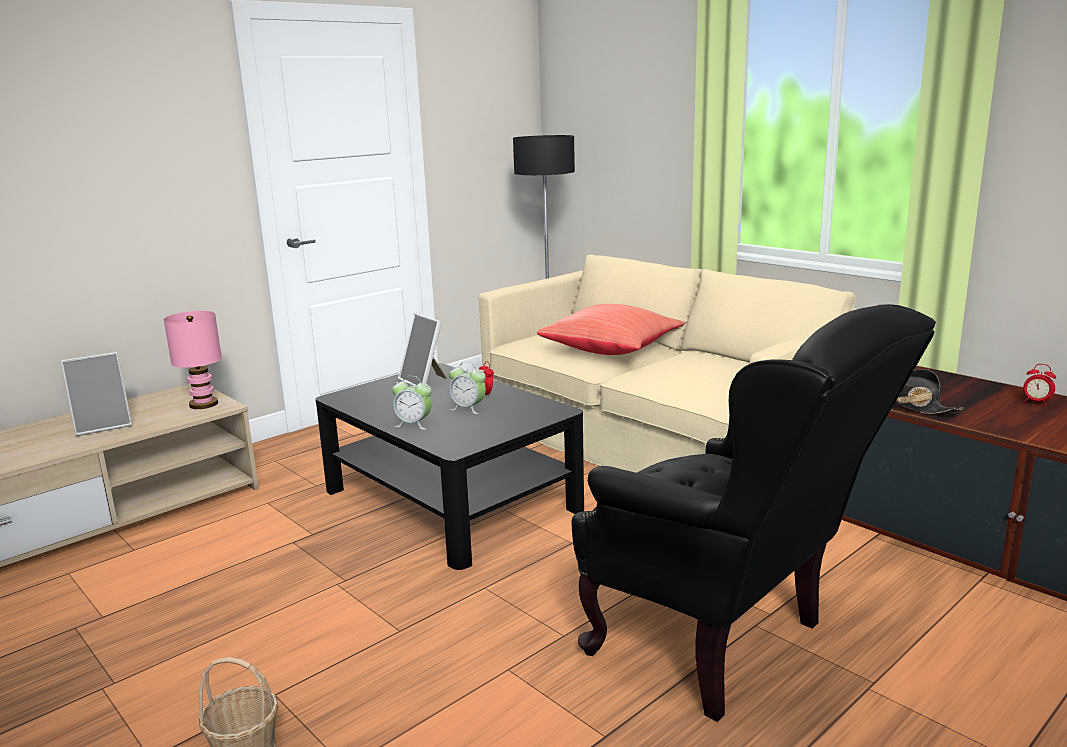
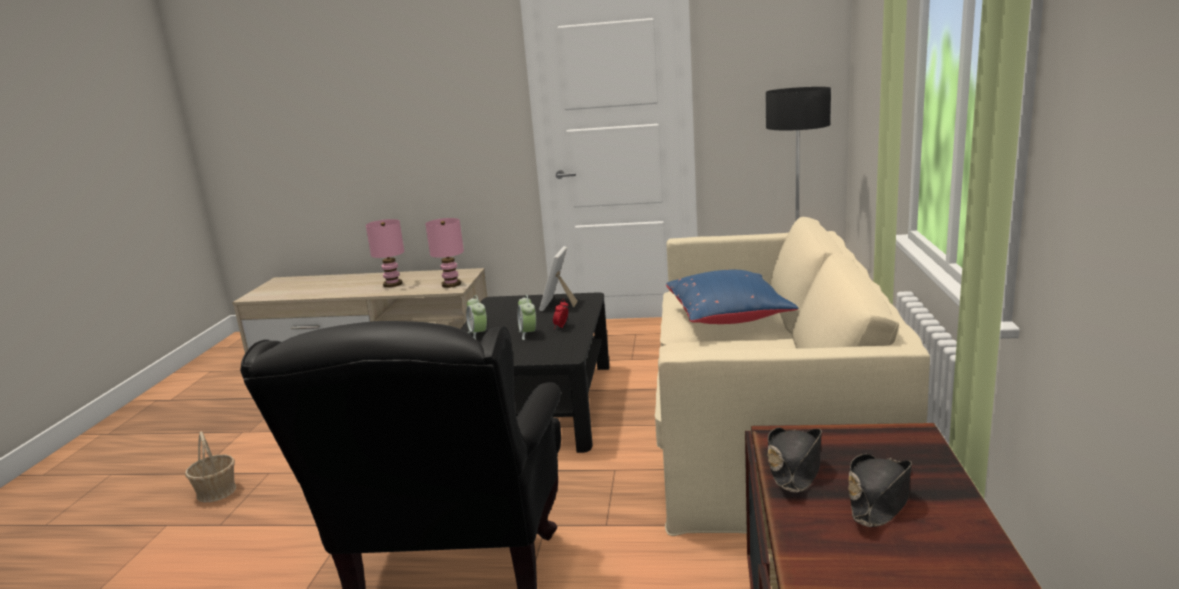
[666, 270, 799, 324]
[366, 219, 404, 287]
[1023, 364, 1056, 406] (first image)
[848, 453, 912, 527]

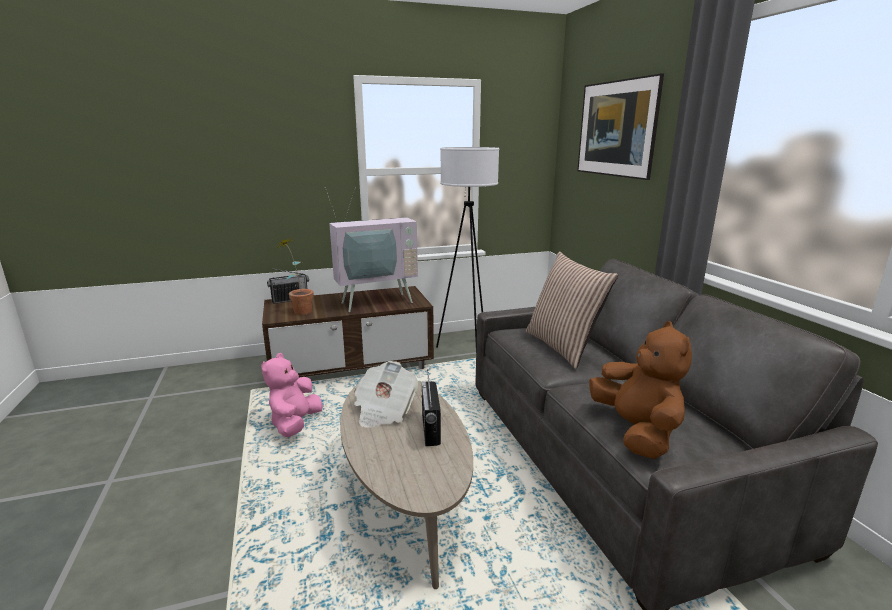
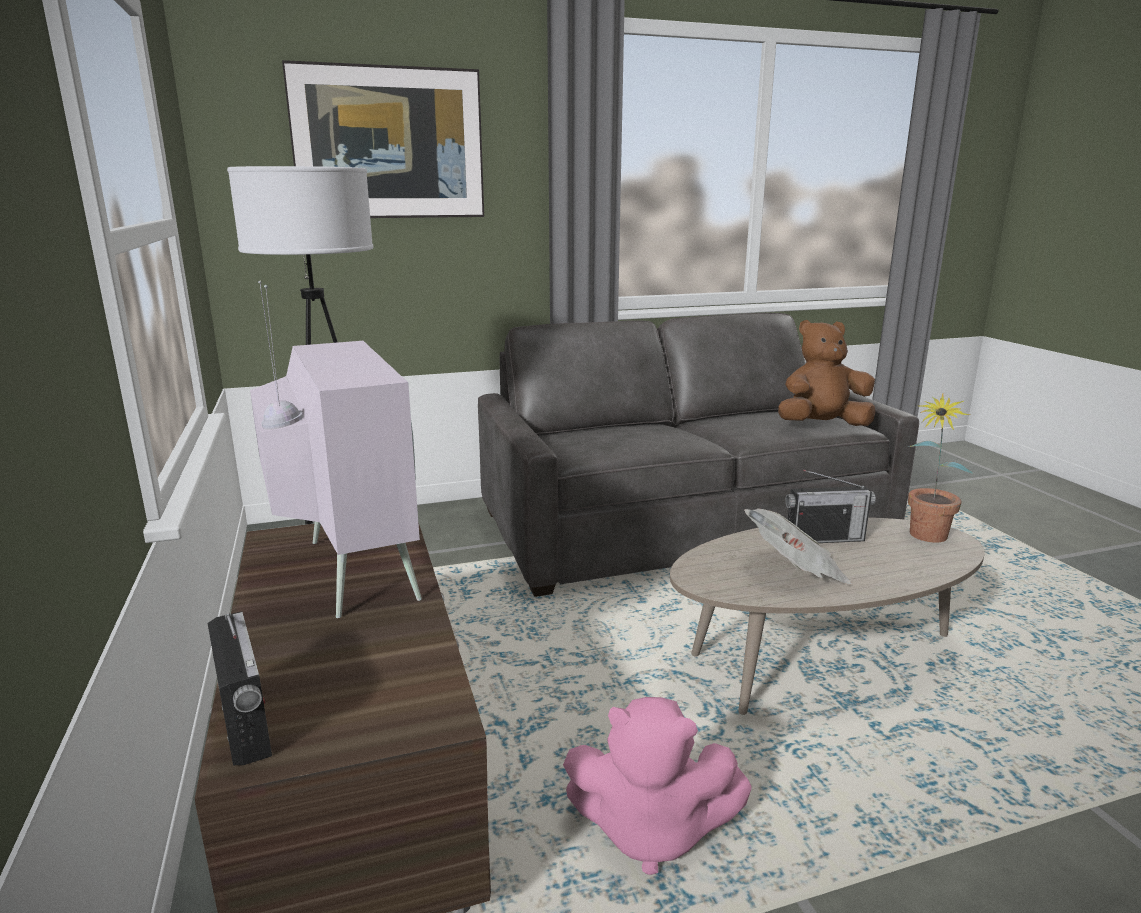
[907, 393, 973, 543]
[526, 251, 618, 369] (first image)

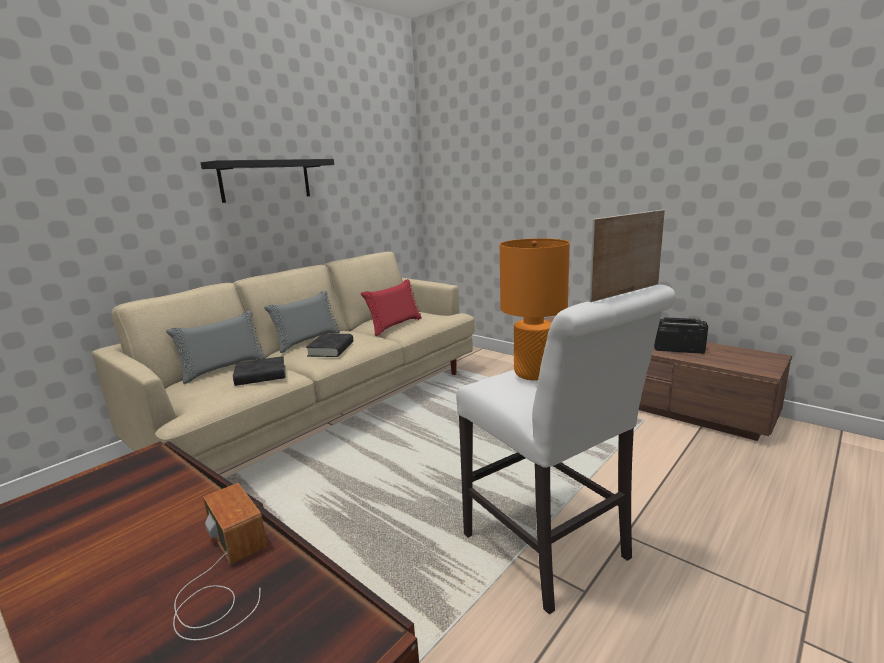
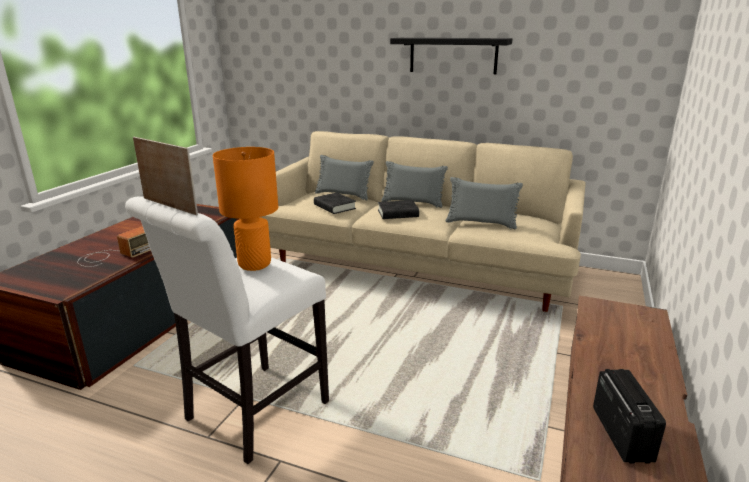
[446, 177, 523, 229]

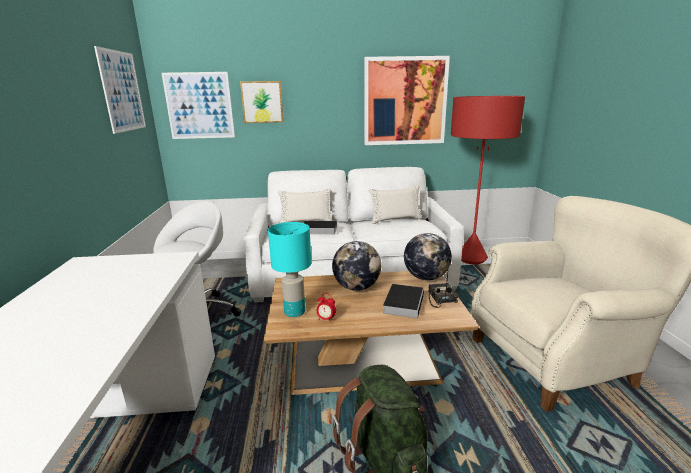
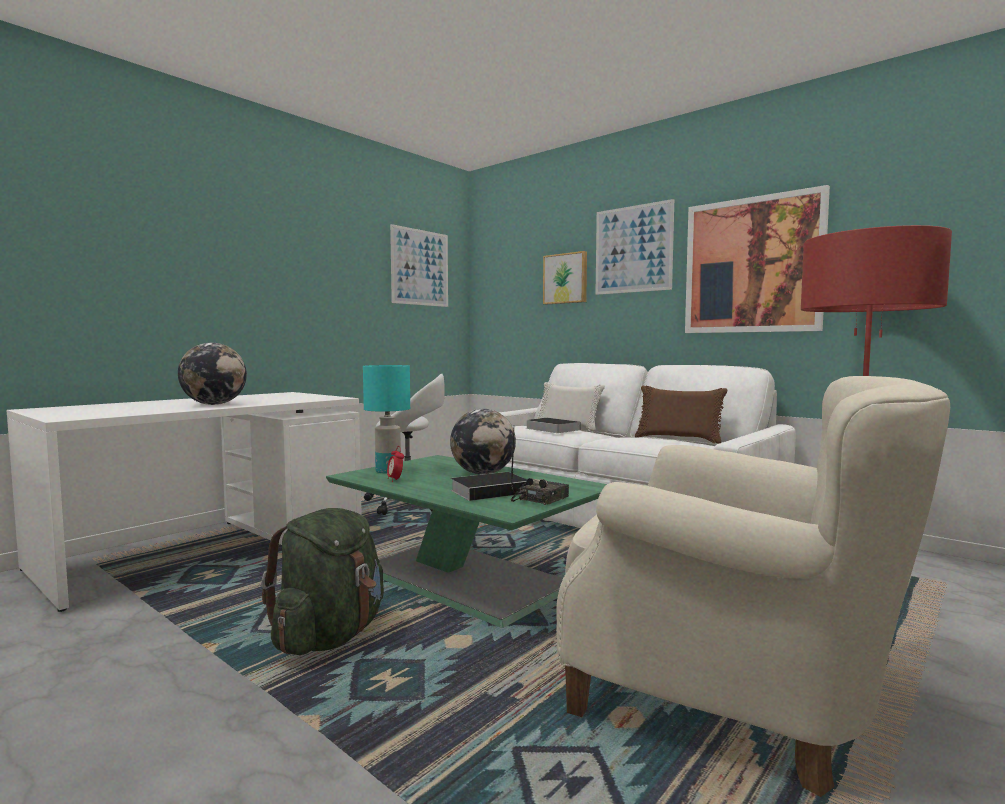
[595, 199, 674, 295]
[635, 386, 727, 444]
[178, 343, 247, 405]
[326, 455, 607, 628]

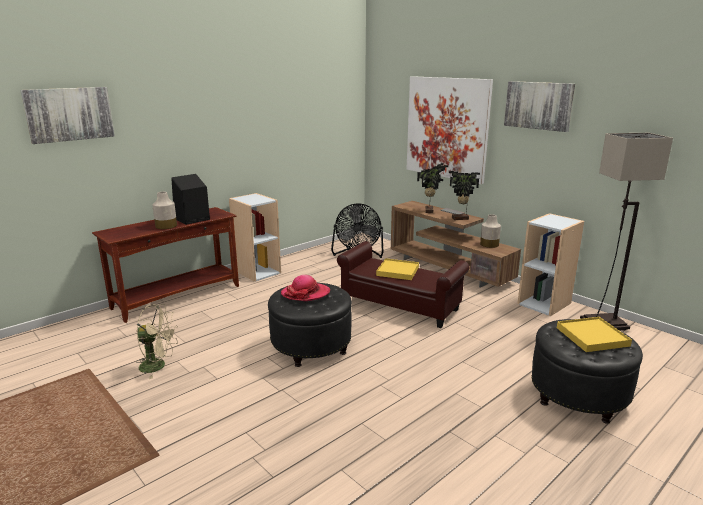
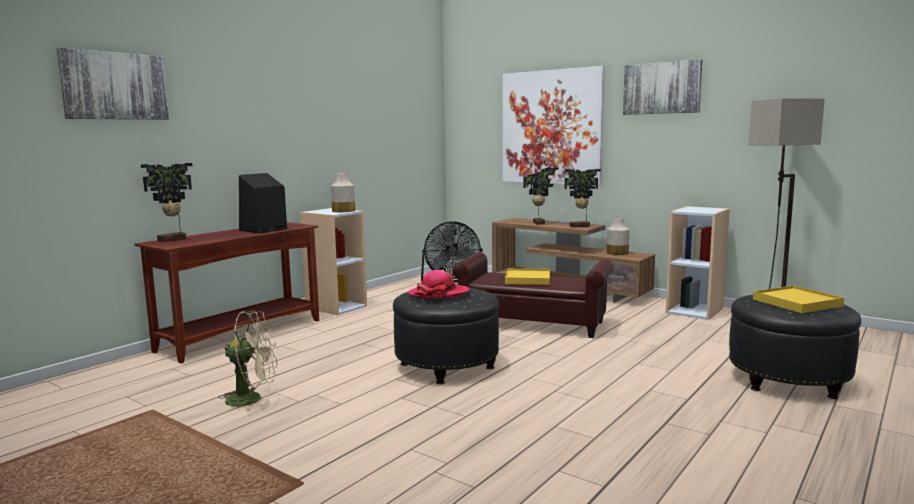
[331, 173, 355, 212]
[141, 163, 192, 242]

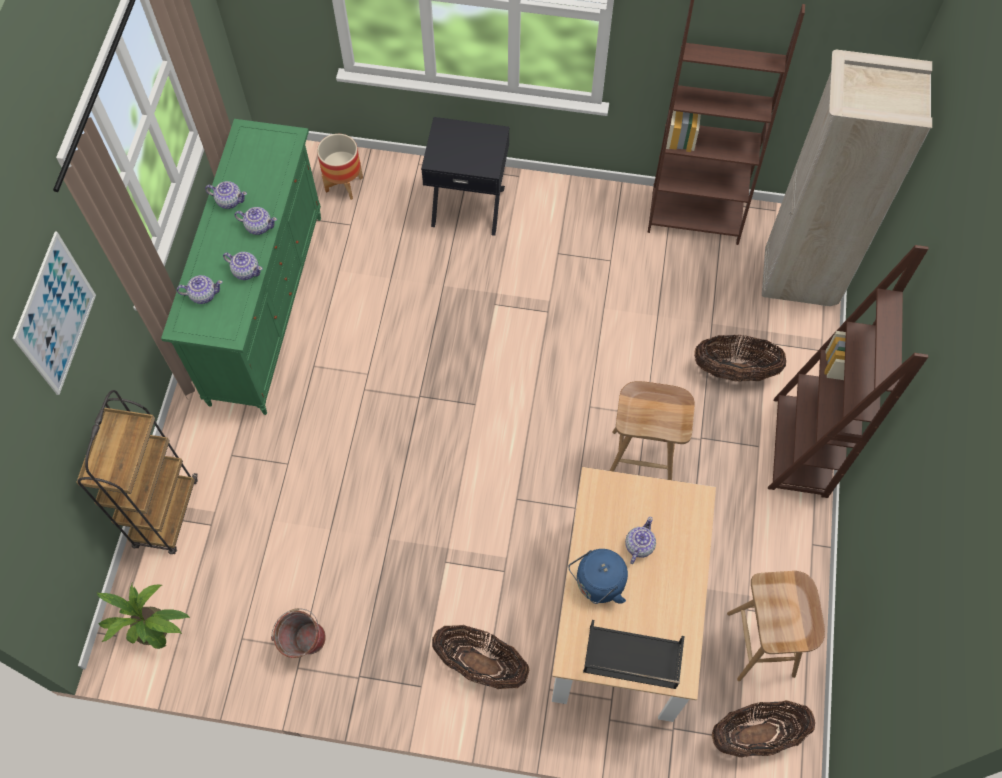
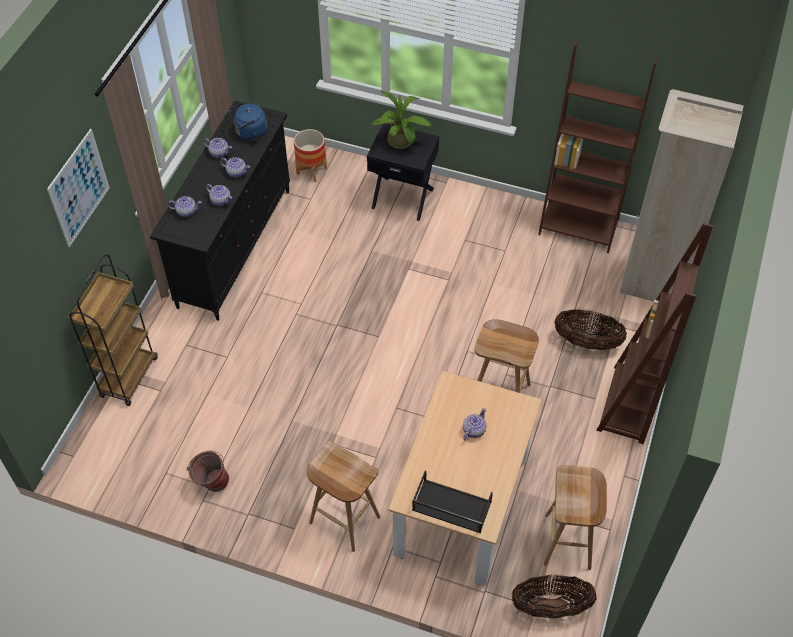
[150, 101, 290, 321]
[228, 102, 267, 141]
[371, 90, 433, 149]
[307, 441, 380, 552]

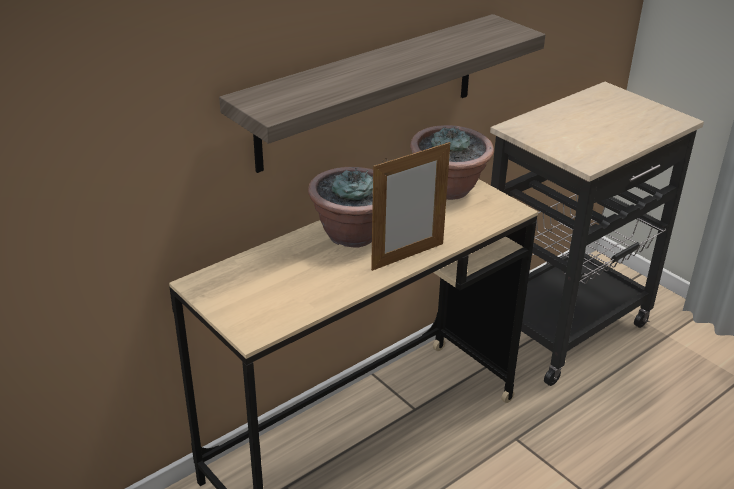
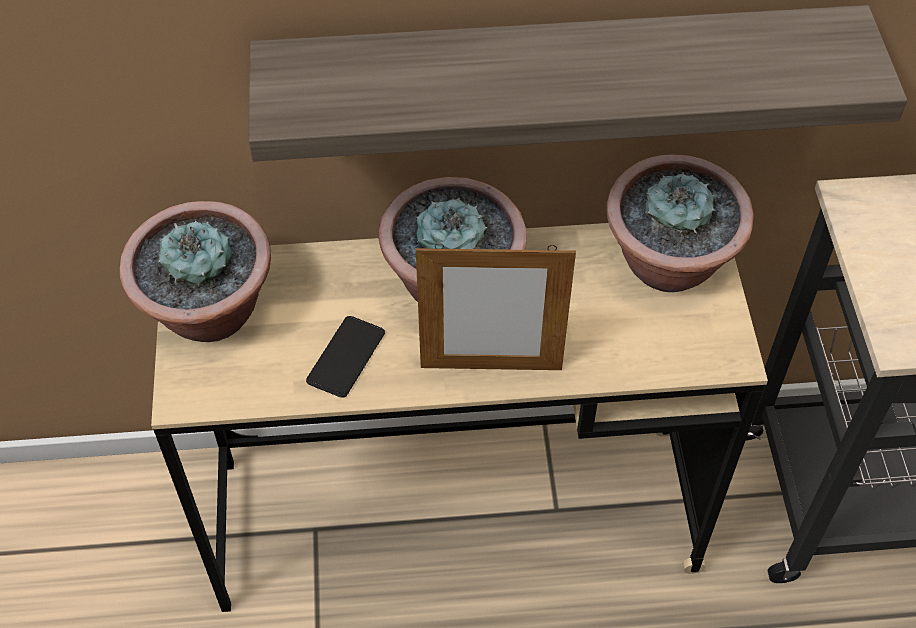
[120, 201, 271, 342]
[306, 316, 385, 398]

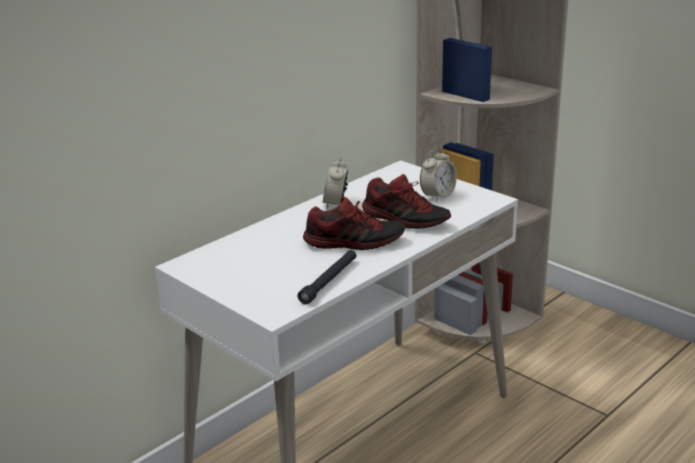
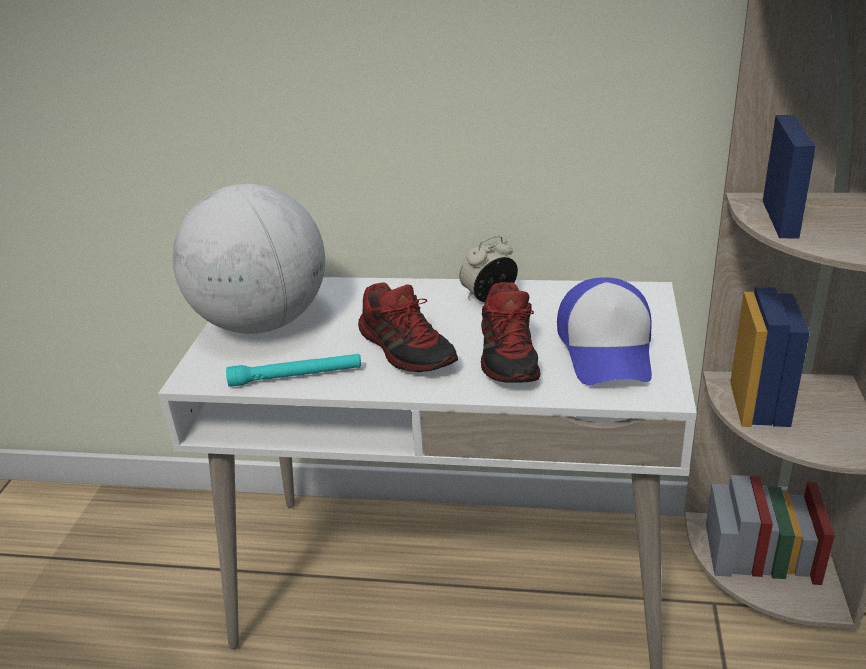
[557, 277, 652, 385]
[226, 354, 361, 387]
[173, 184, 325, 334]

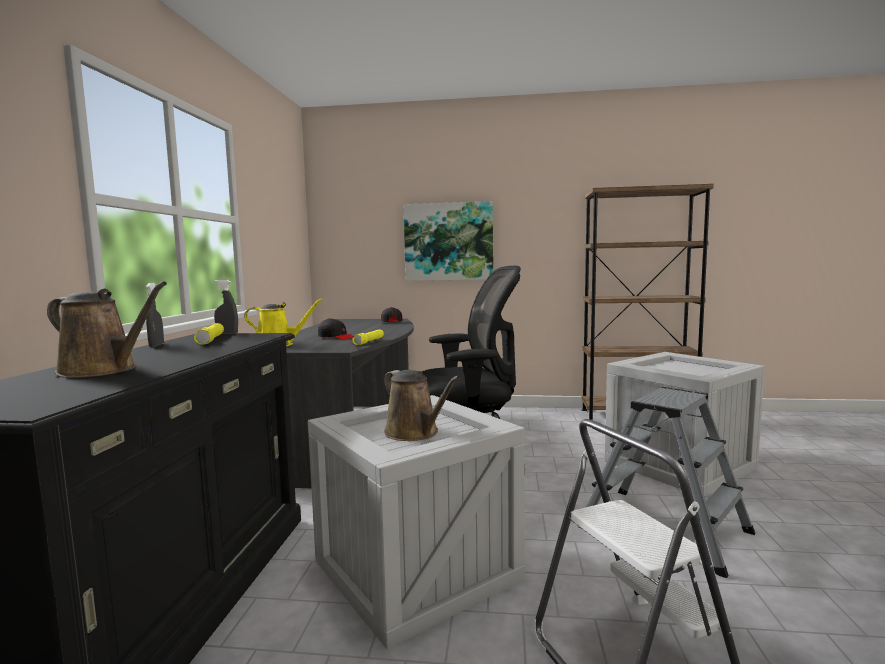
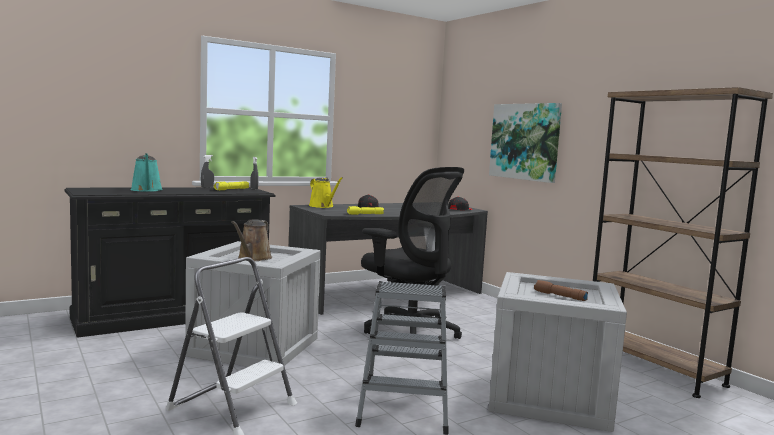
[130, 153, 163, 192]
[534, 280, 588, 301]

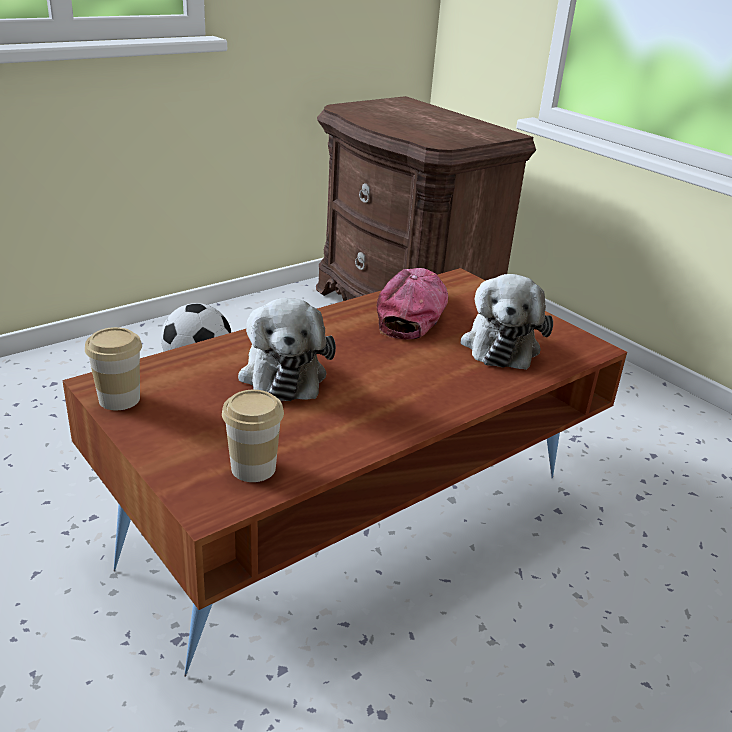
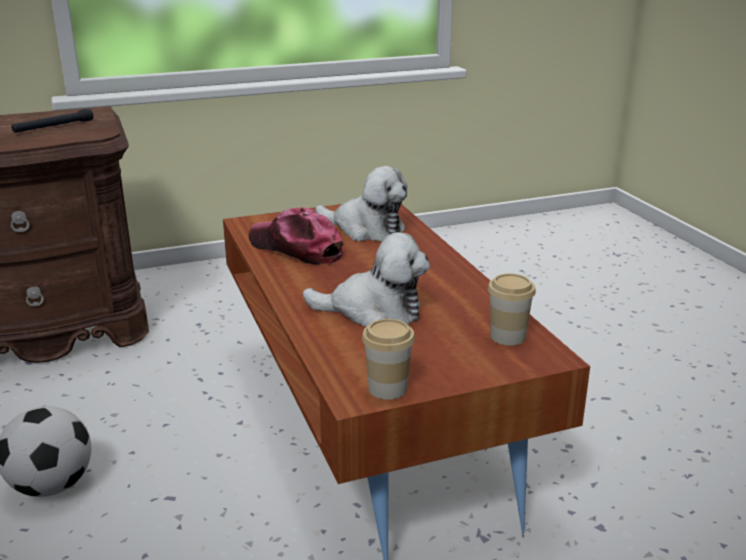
[11, 109, 93, 133]

